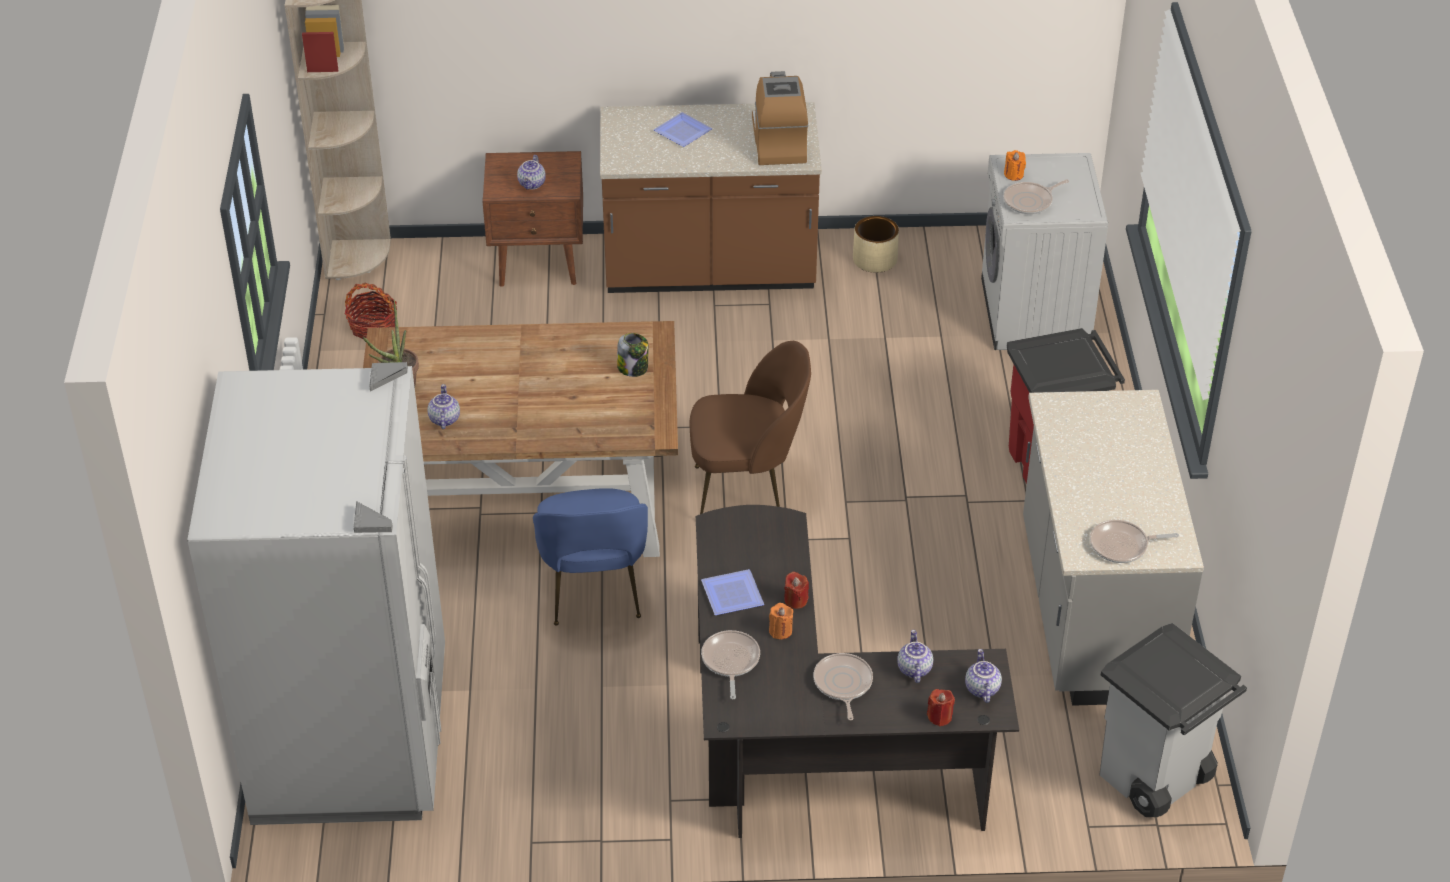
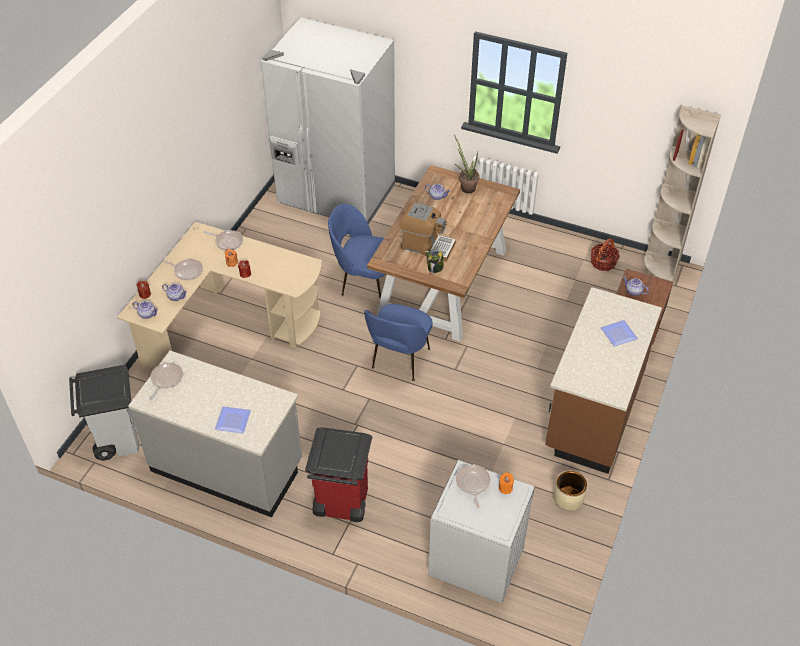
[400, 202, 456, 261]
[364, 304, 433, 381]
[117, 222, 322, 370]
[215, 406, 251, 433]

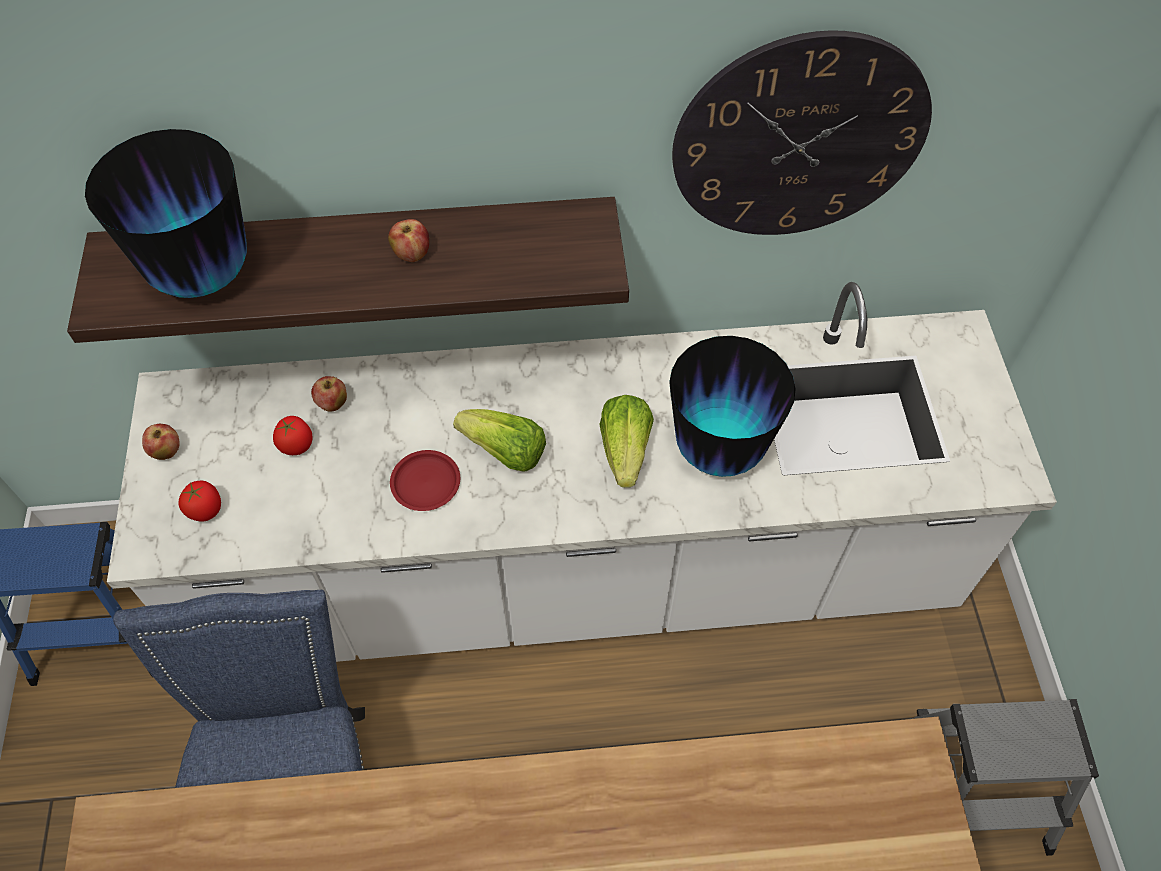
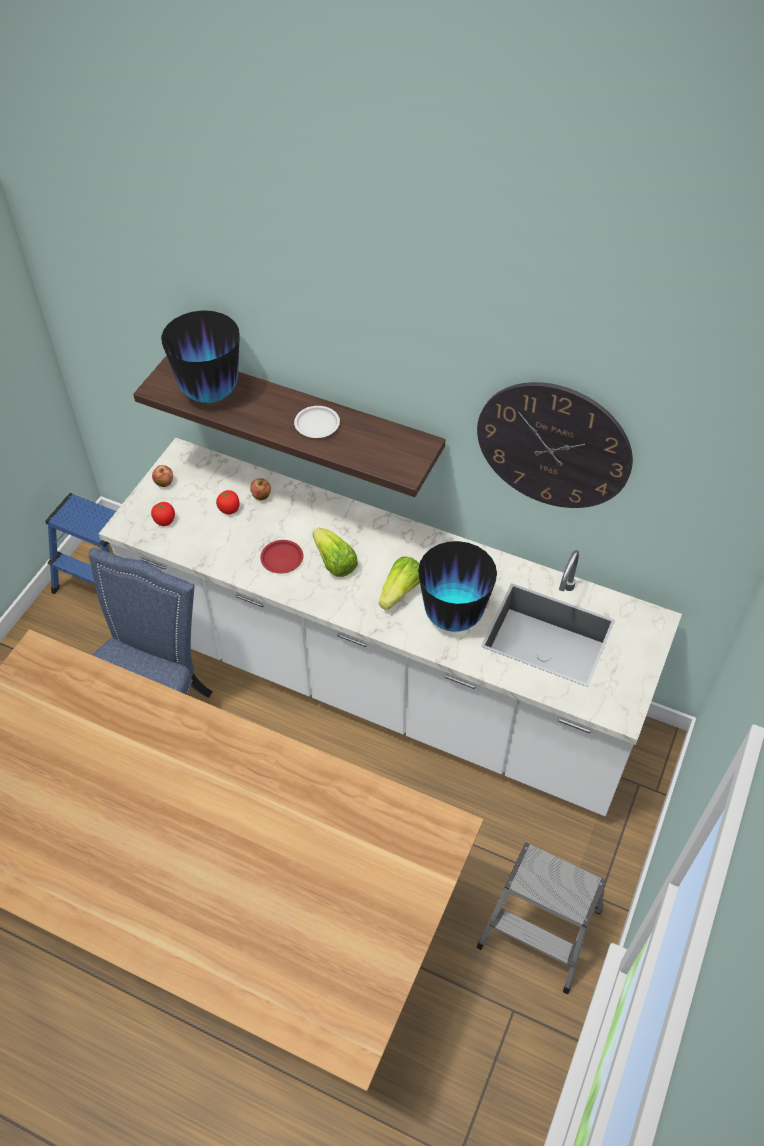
[294, 406, 340, 438]

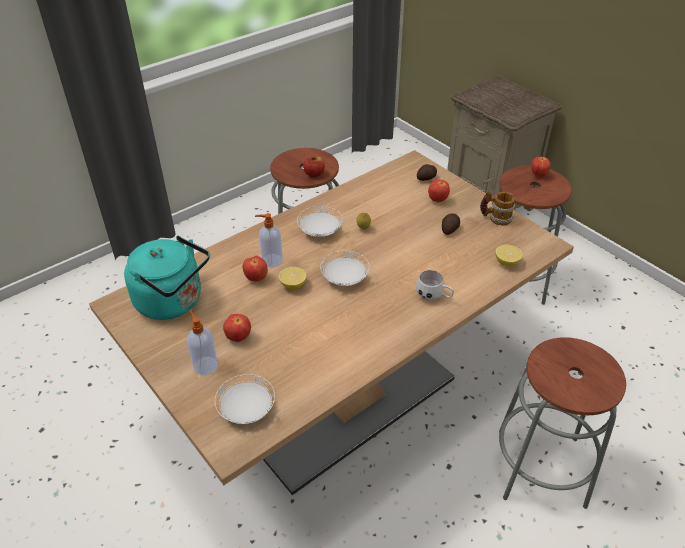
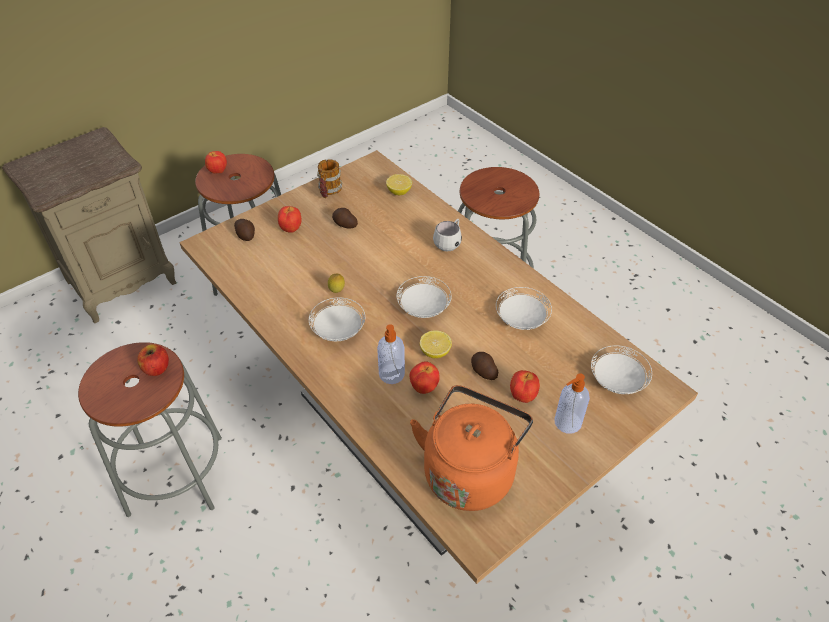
[410, 385, 533, 511]
[496, 287, 552, 330]
[471, 352, 498, 380]

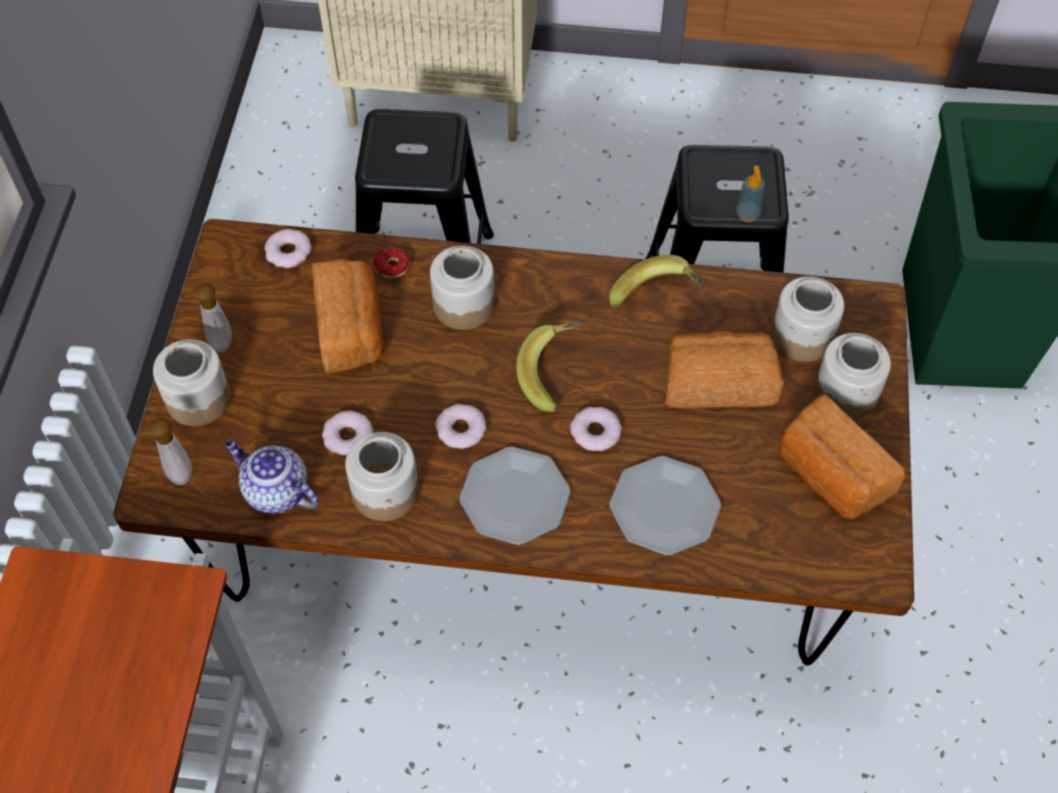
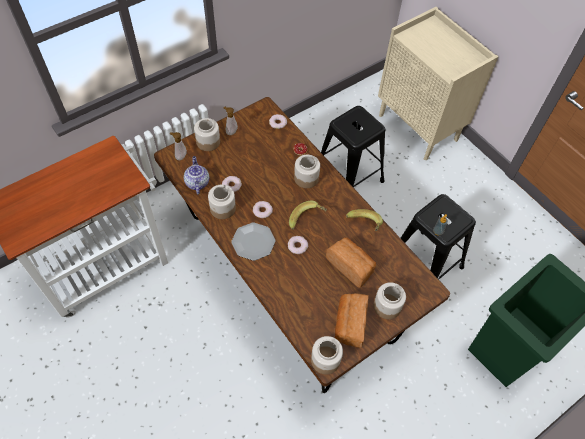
[312, 259, 384, 373] (first image)
[311, 336, 343, 374]
[609, 456, 721, 555] (first image)

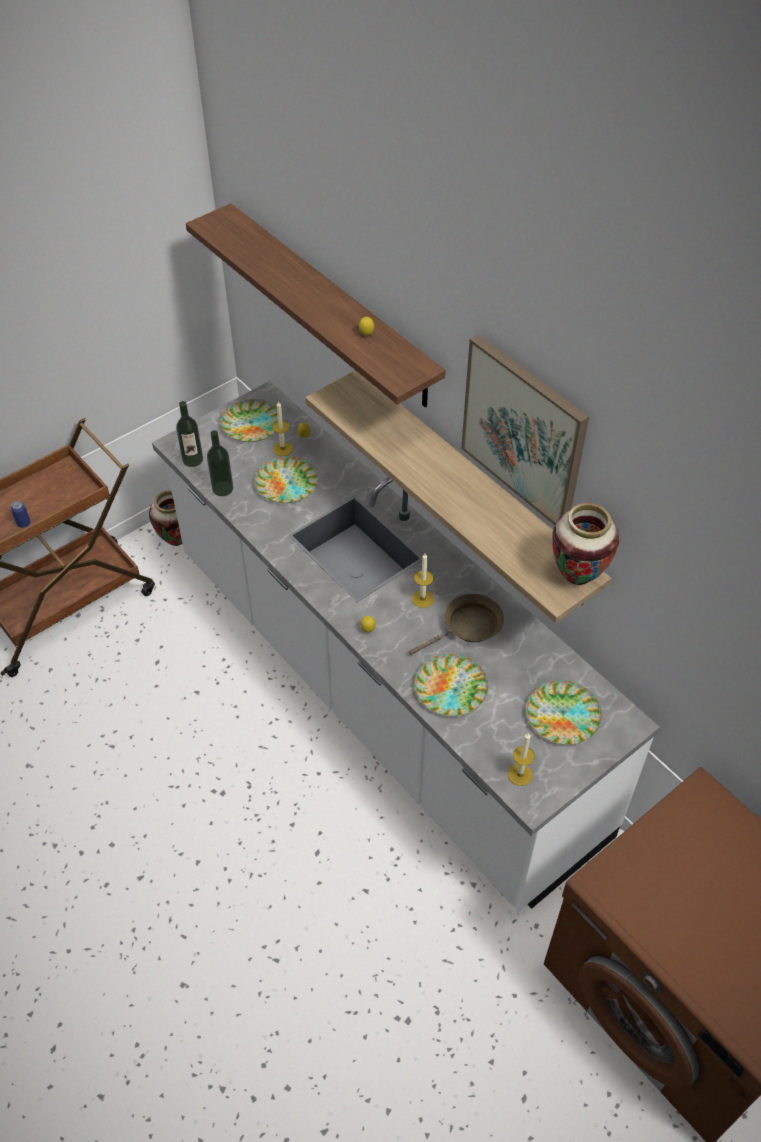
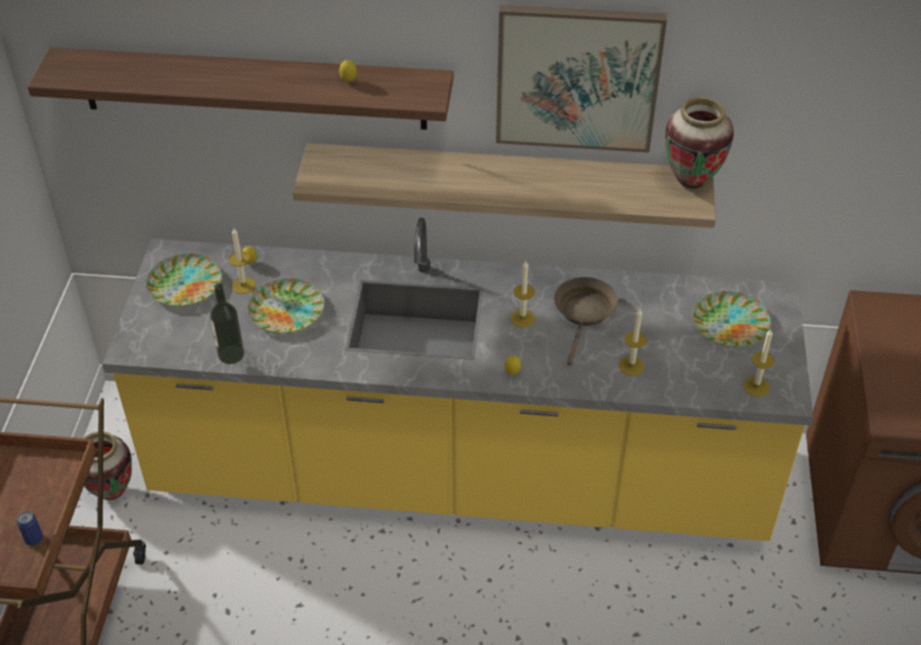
[102, 218, 813, 541]
[176, 401, 203, 467] (first image)
[619, 309, 647, 376]

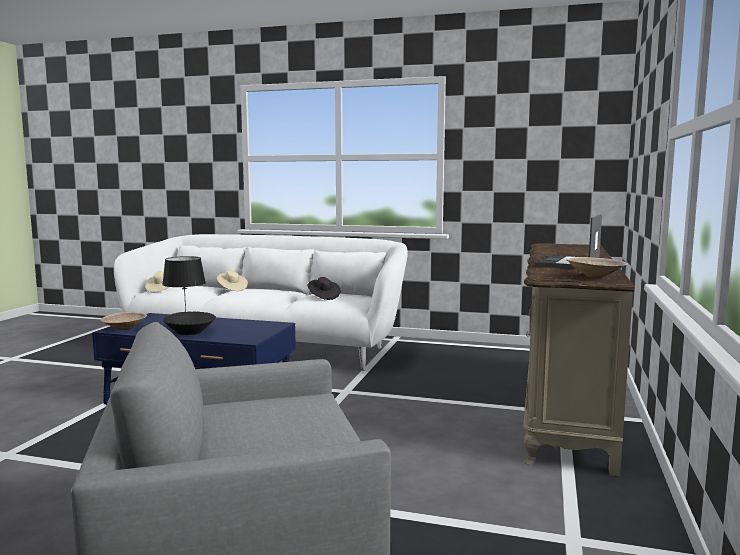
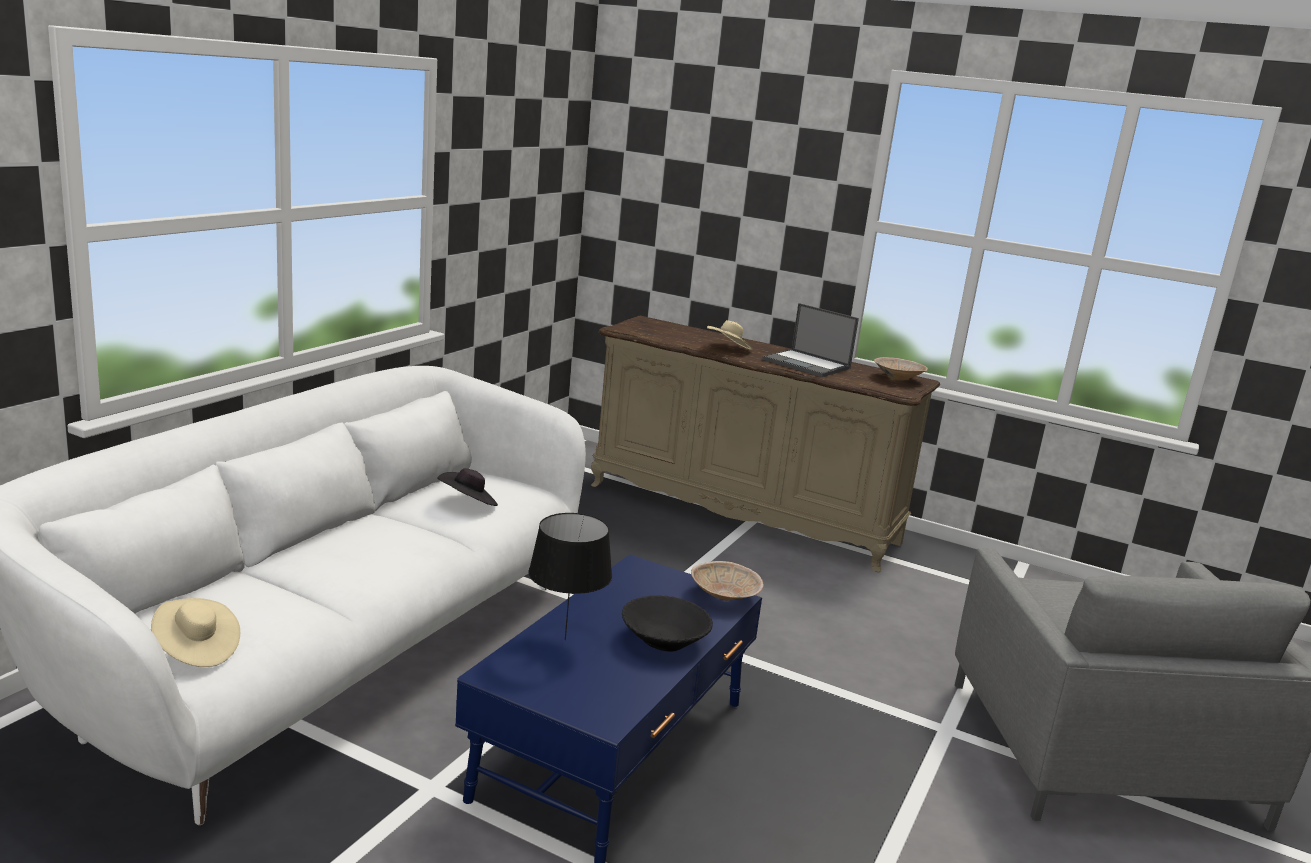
[707, 320, 753, 349]
[691, 561, 764, 601]

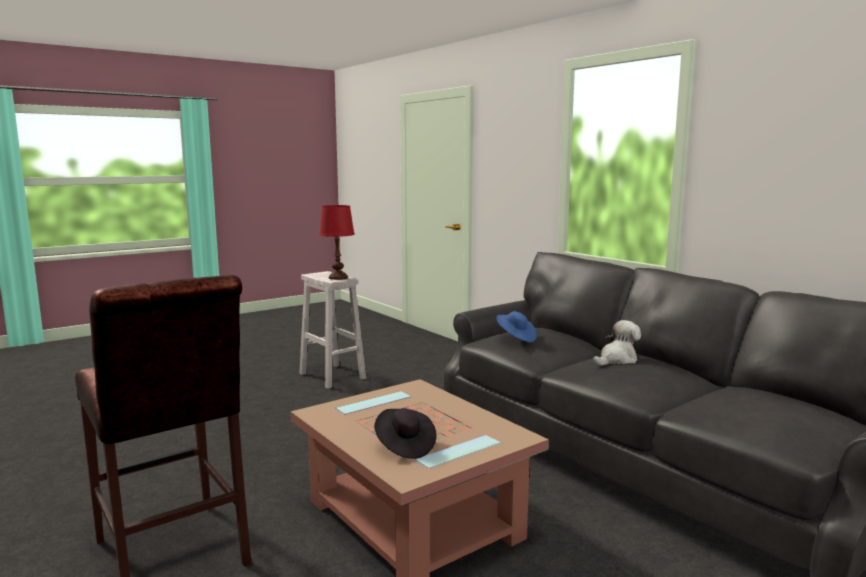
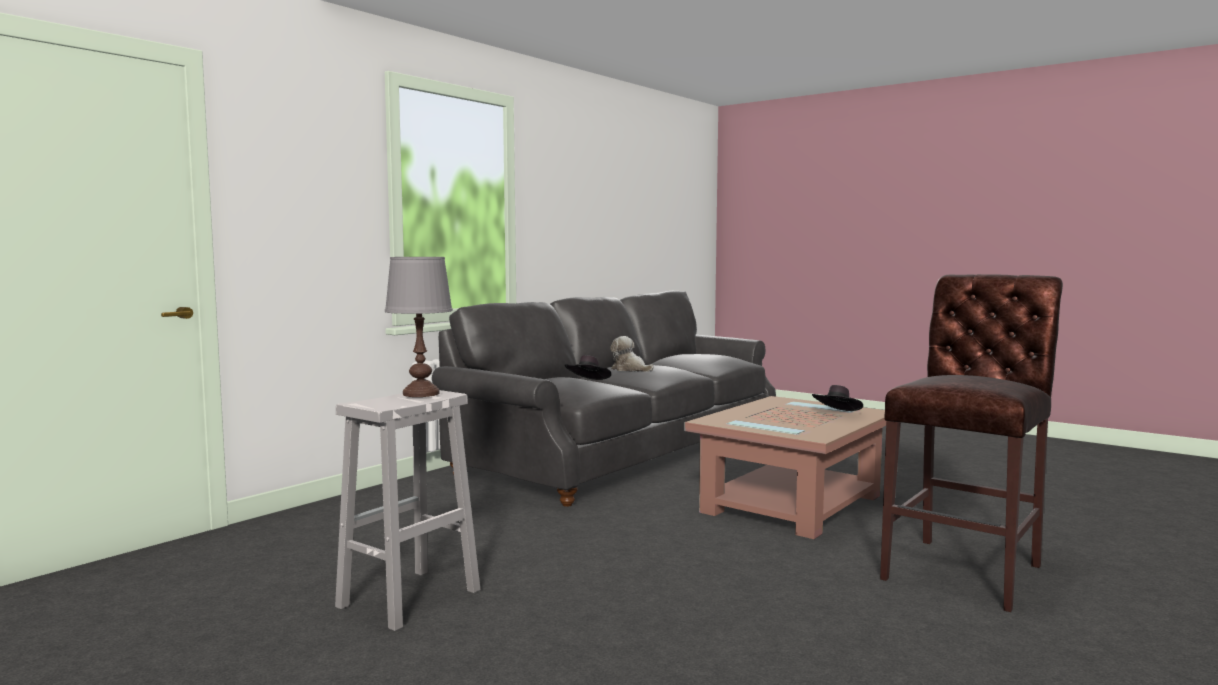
[385, 257, 453, 397]
[564, 355, 611, 380]

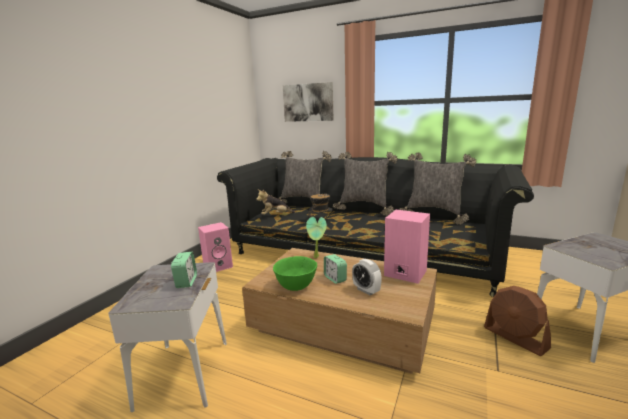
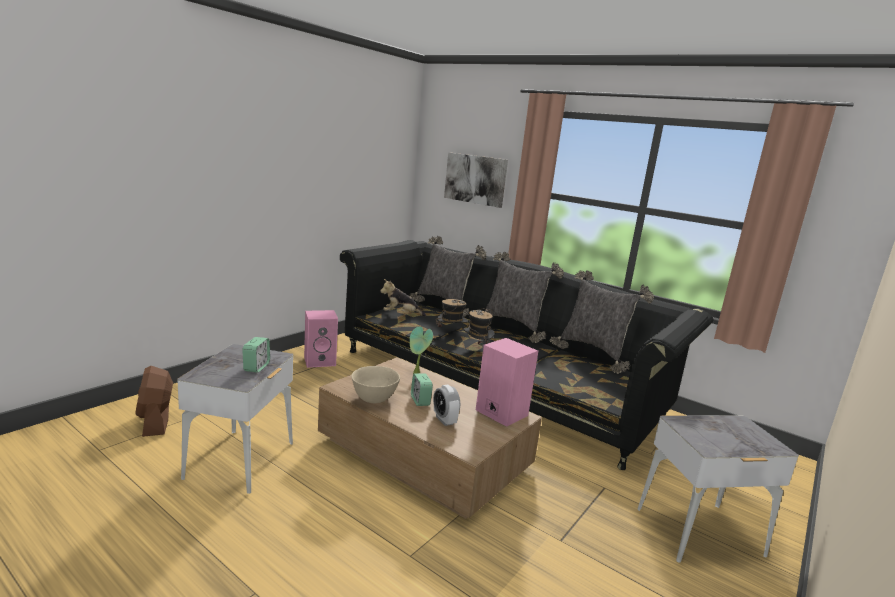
[351, 366, 400, 403]
[135, 366, 173, 437]
[463, 308, 495, 346]

